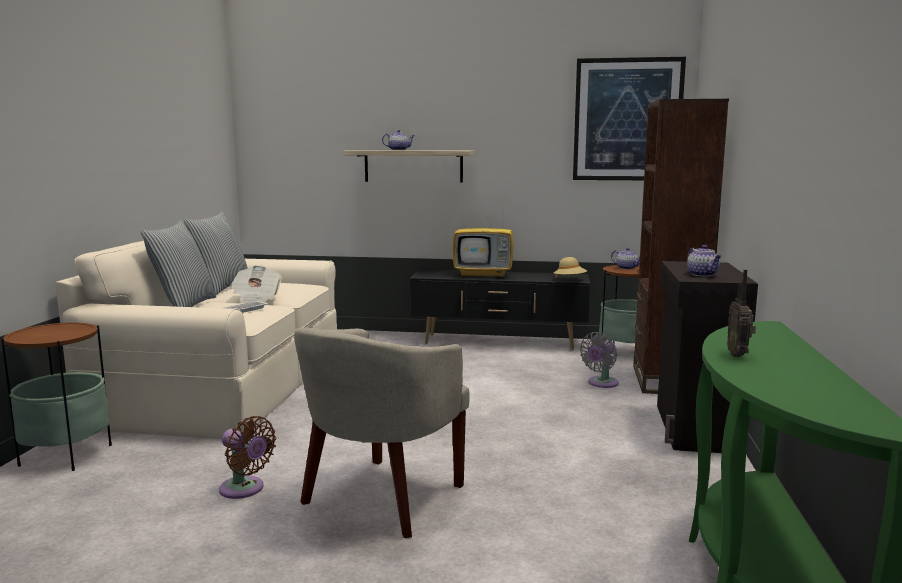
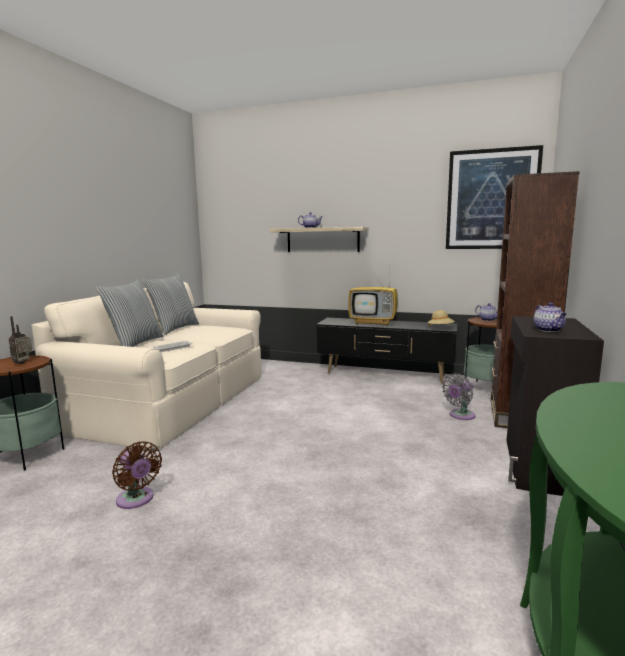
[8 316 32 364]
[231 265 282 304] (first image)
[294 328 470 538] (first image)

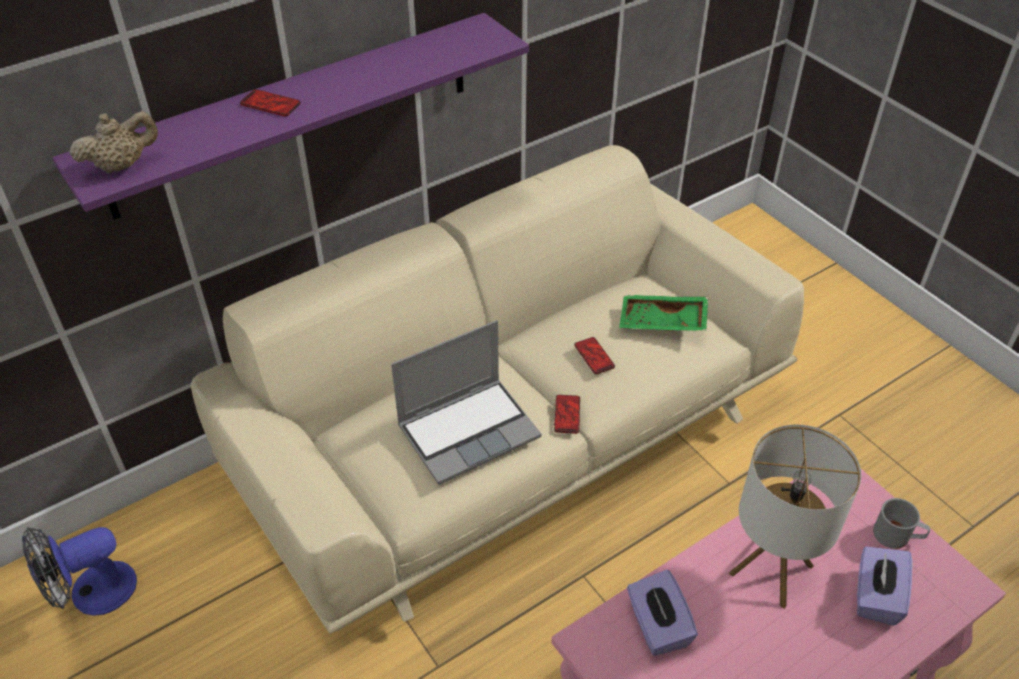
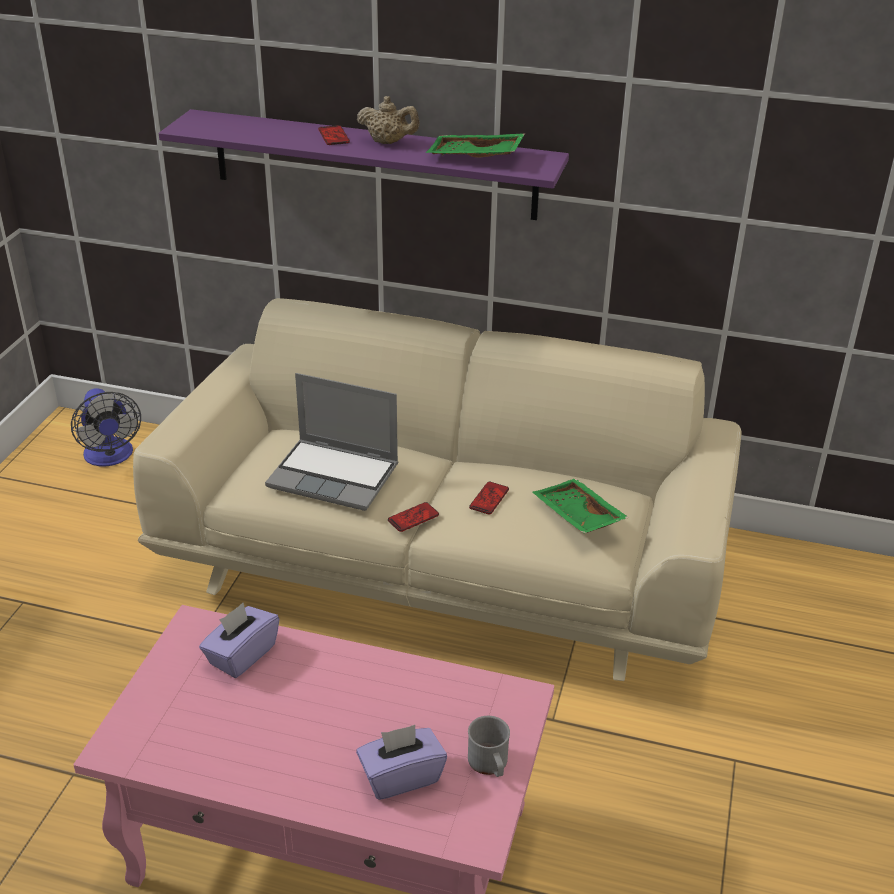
[71 388 141 467]
[357 96 420 144]
[426 133 525 158]
[729 425 861 609] (first image)

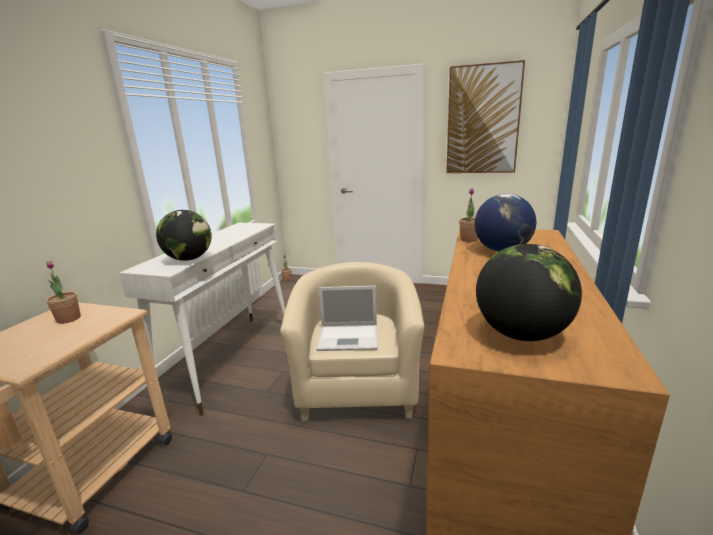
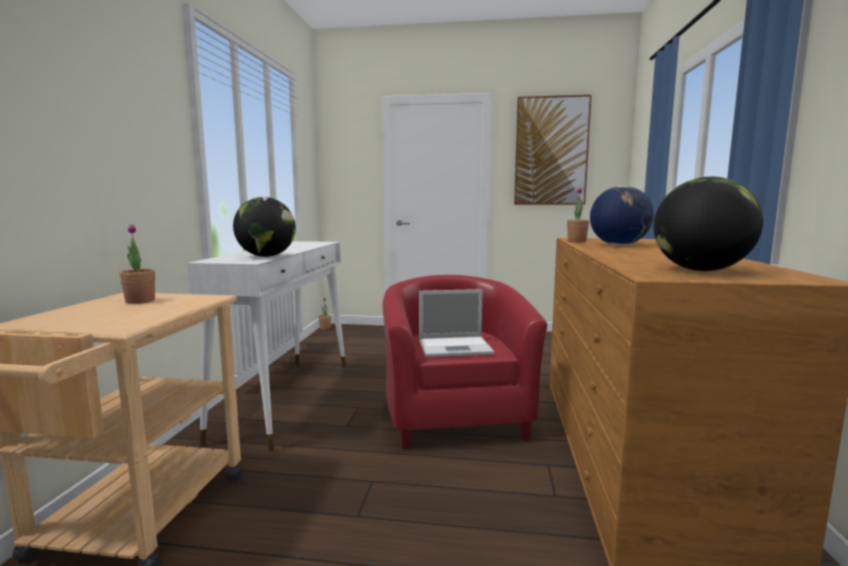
[383 275 547 449]

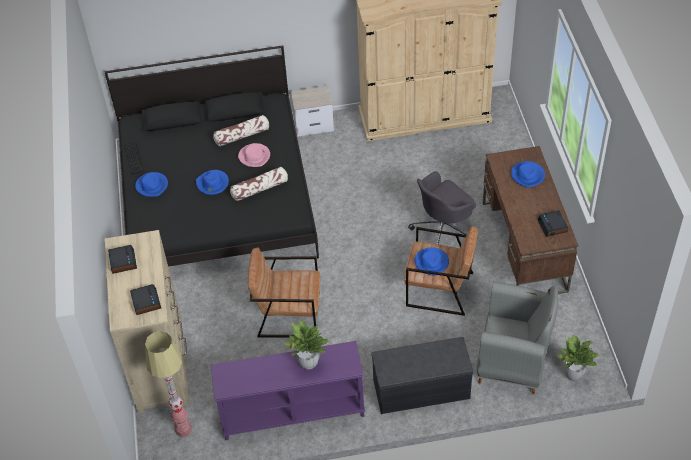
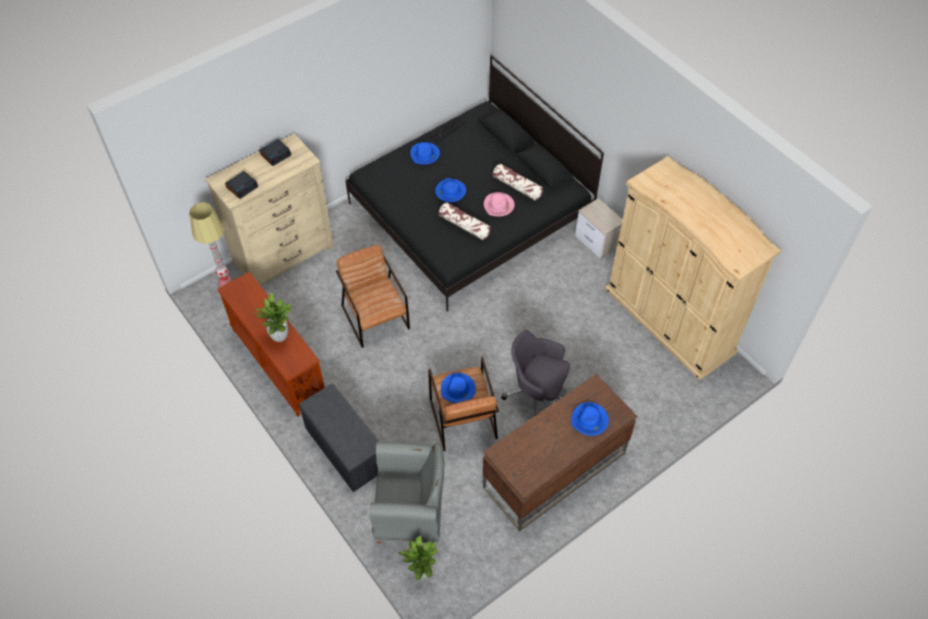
[217 272 325 417]
[370 442 444 543]
[538 210 568 237] (first image)

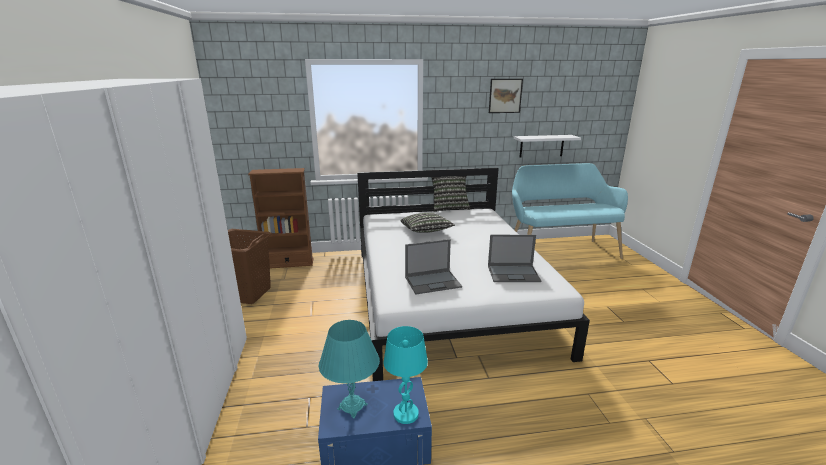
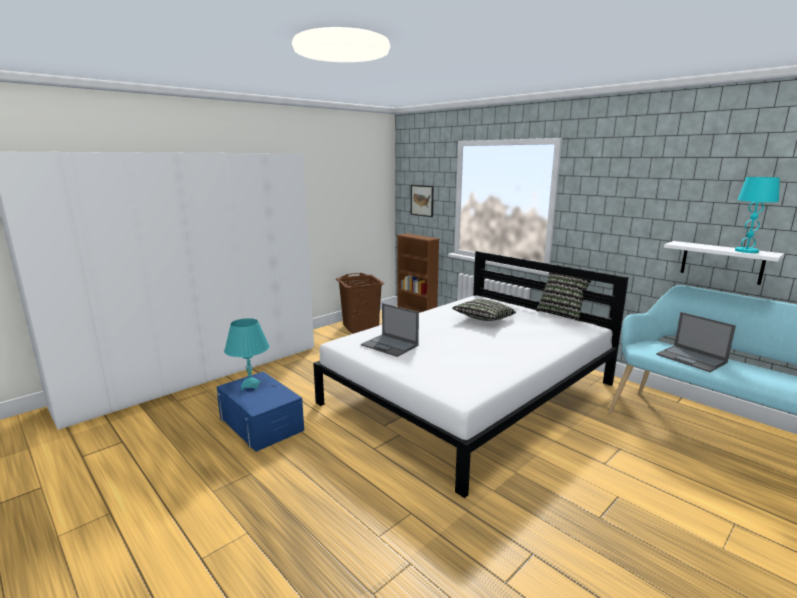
[411 185 434 217]
[656 312 736 372]
[735 177 780 253]

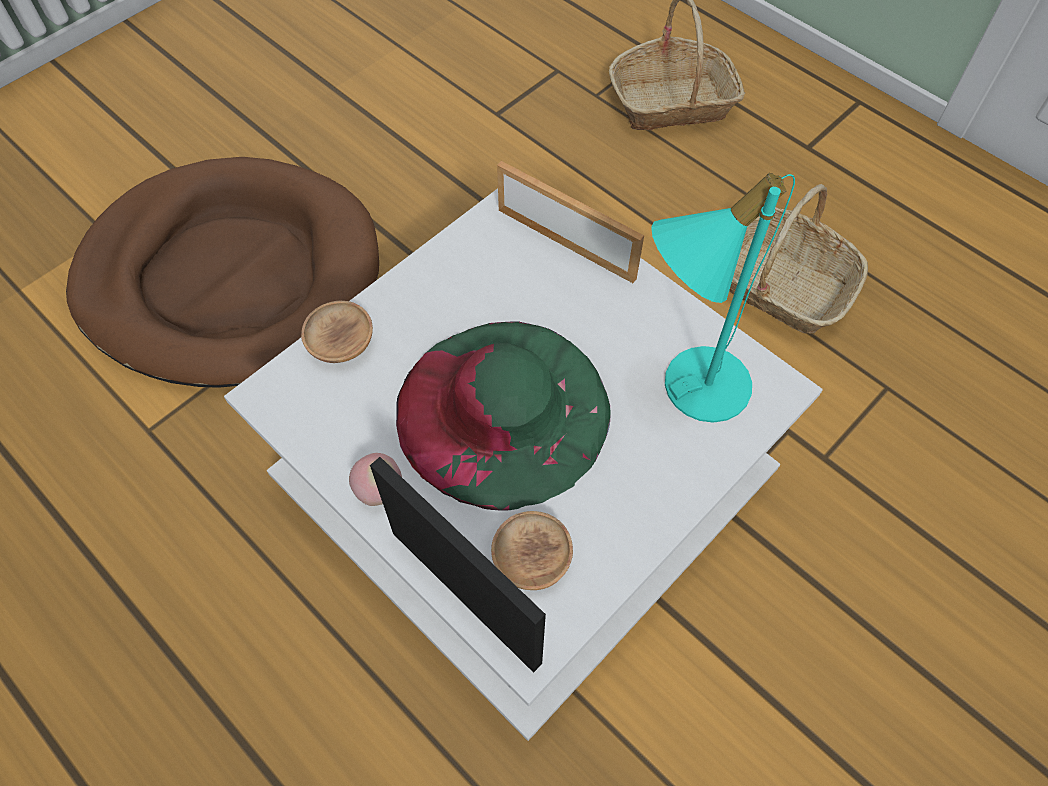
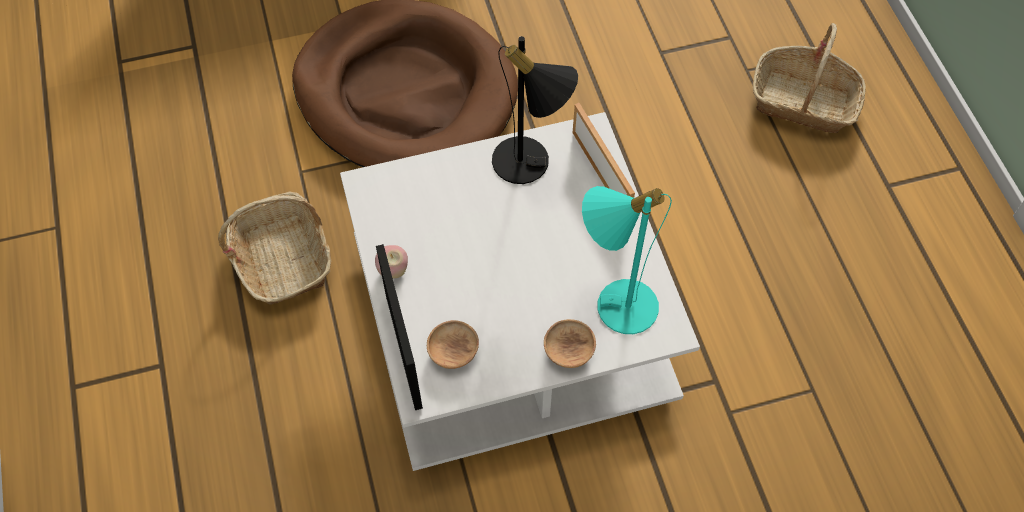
[218 191 331 305]
[492 36 578 184]
[544 319 596 368]
[396 322 611 511] (first image)

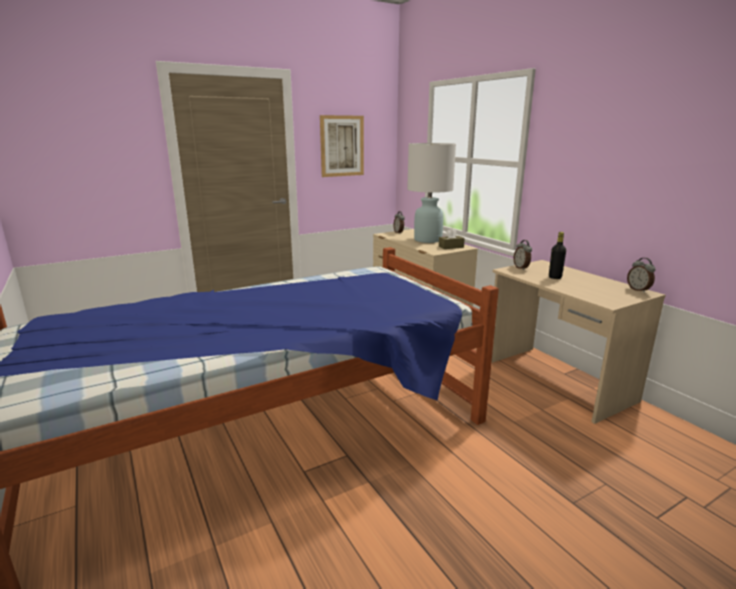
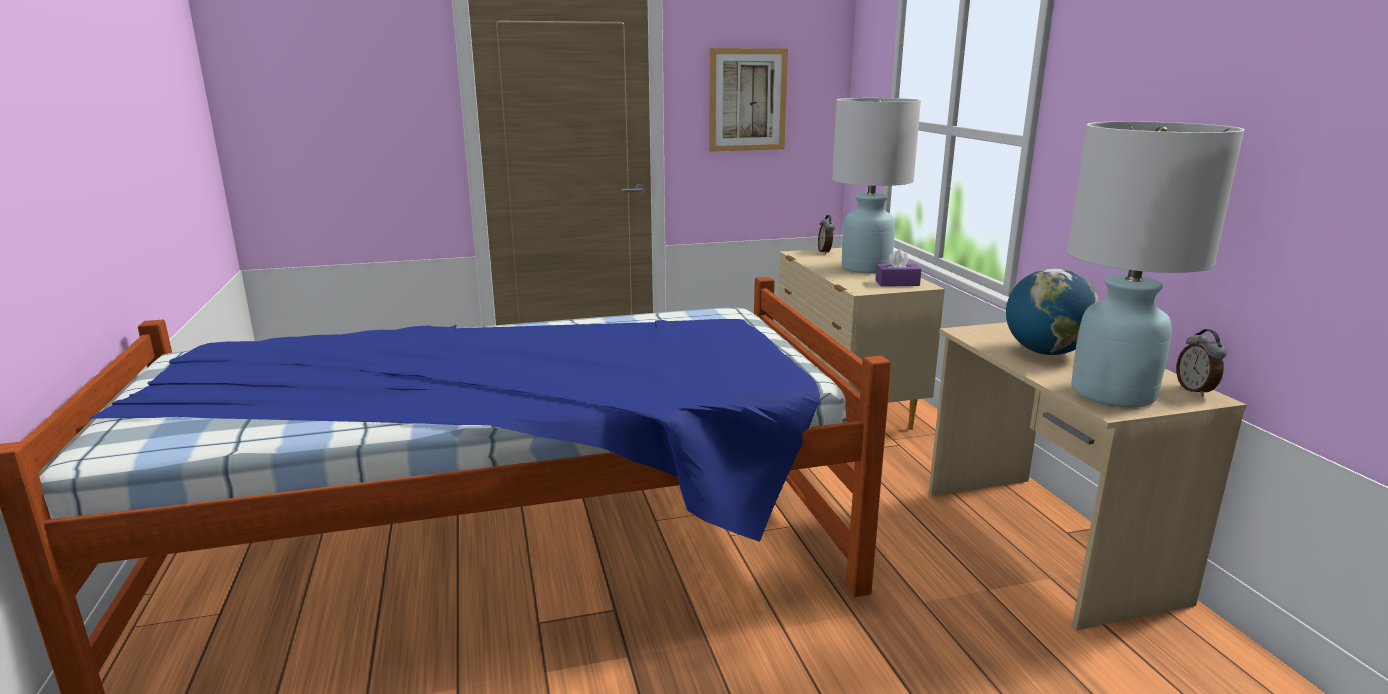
[875 250 922 286]
[1006 268 1099 355]
[1067 121 1245 407]
[513 240 532 270] (first image)

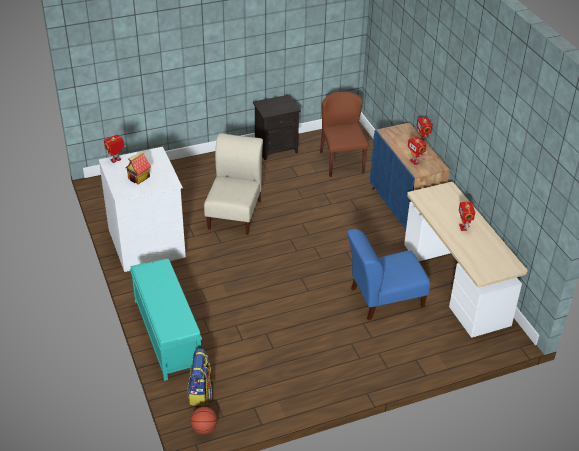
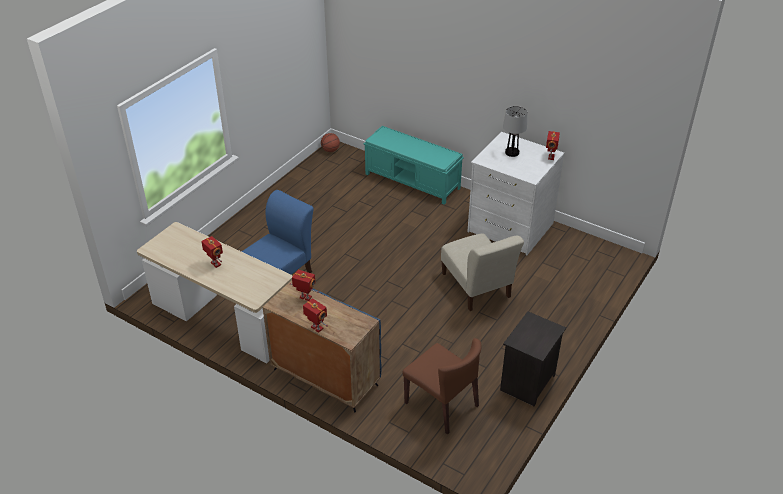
[503 106 527 157]
[187 349 214 406] (first image)

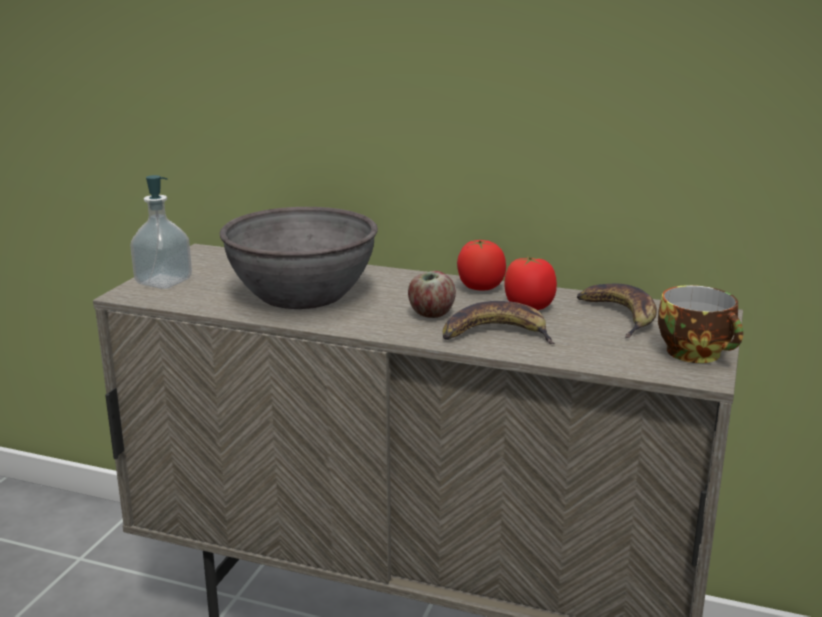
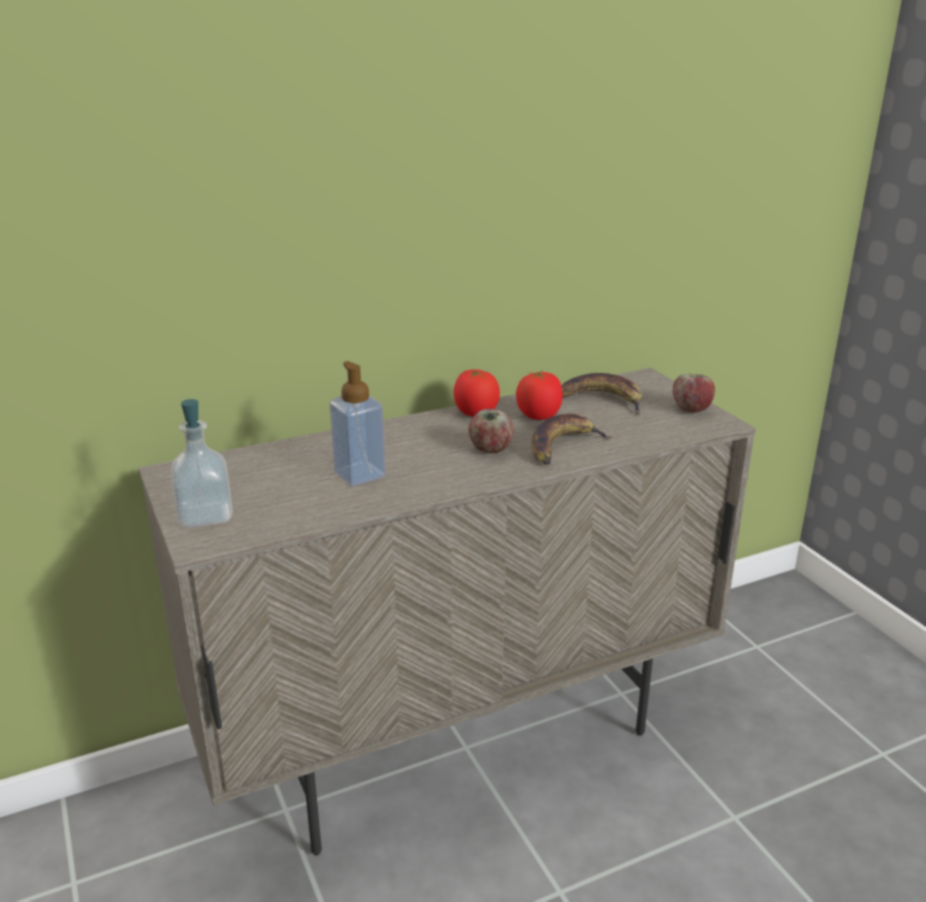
[329 361 385 486]
[673 374 715 413]

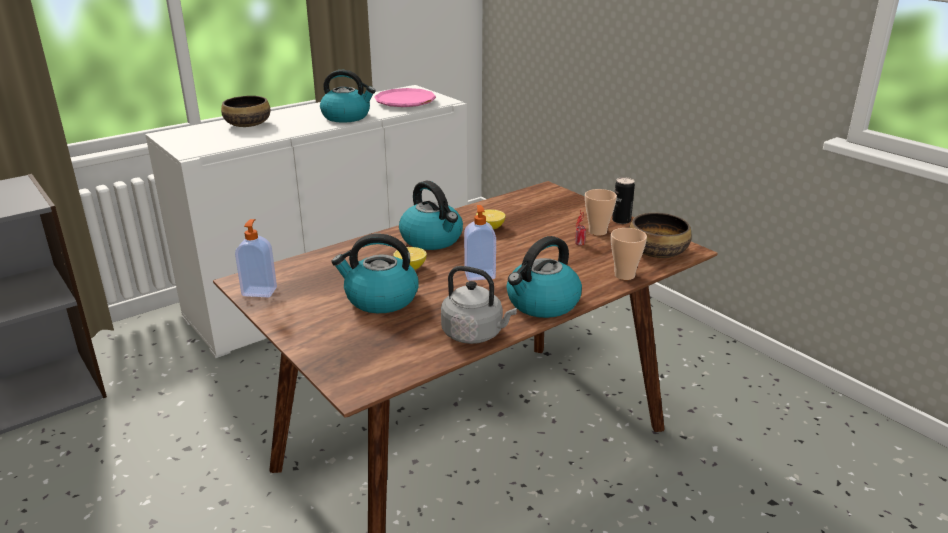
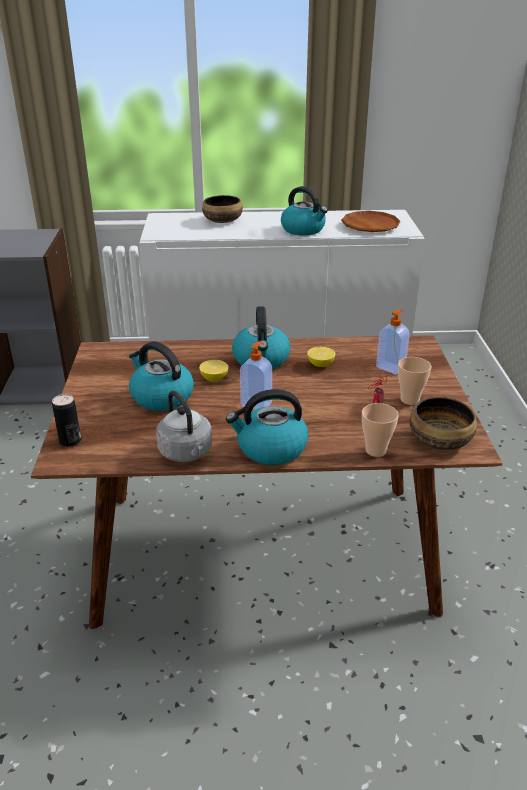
[52 394 81 447]
[341 211 400 232]
[376 309 410 375]

